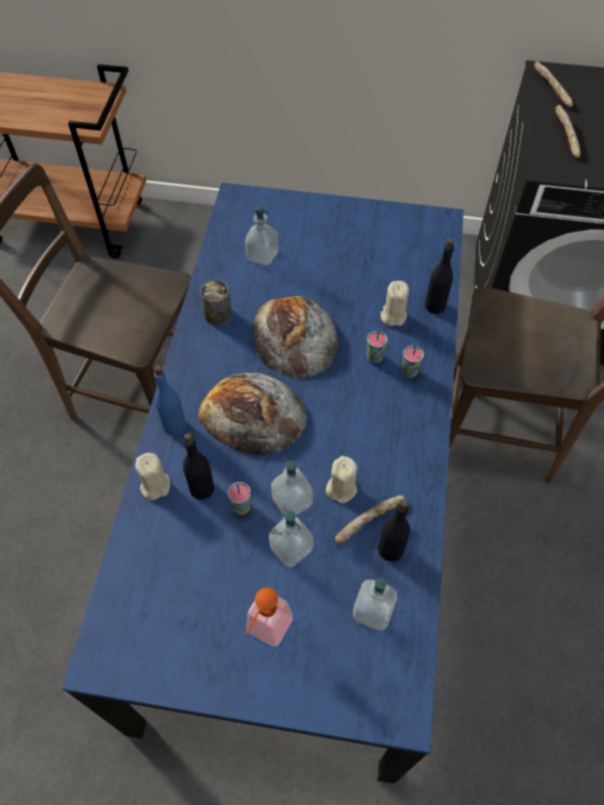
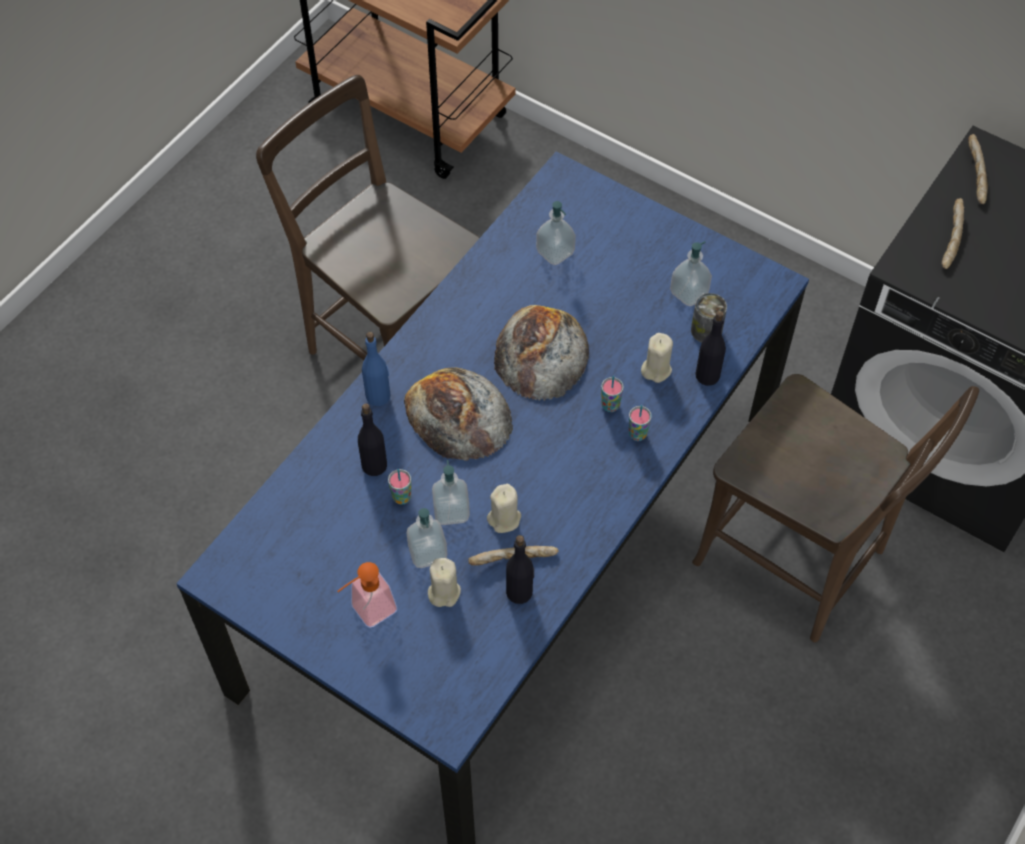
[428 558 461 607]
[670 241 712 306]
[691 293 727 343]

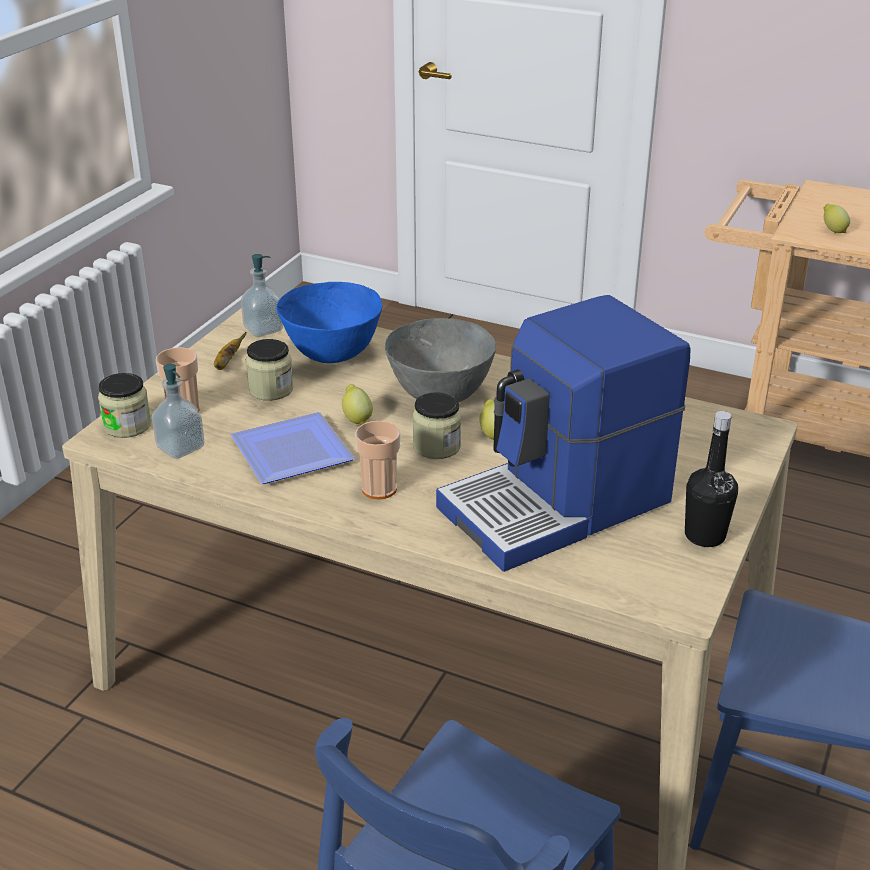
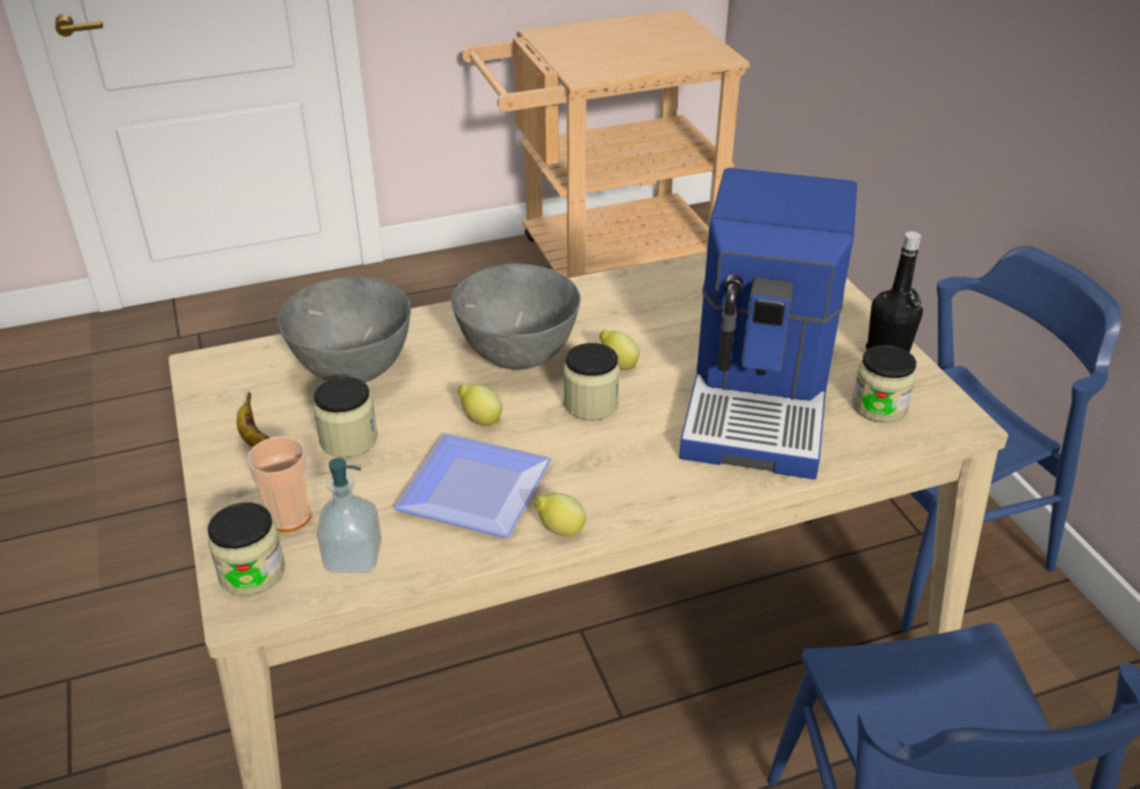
[277 277 411 383]
[534 493 586 536]
[852 345 916 423]
[241 254 283 337] (first image)
[355 421 400 499] (first image)

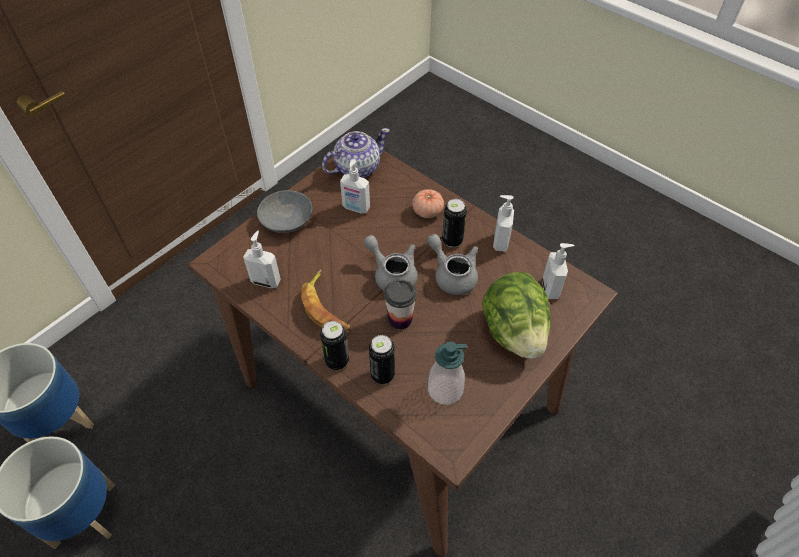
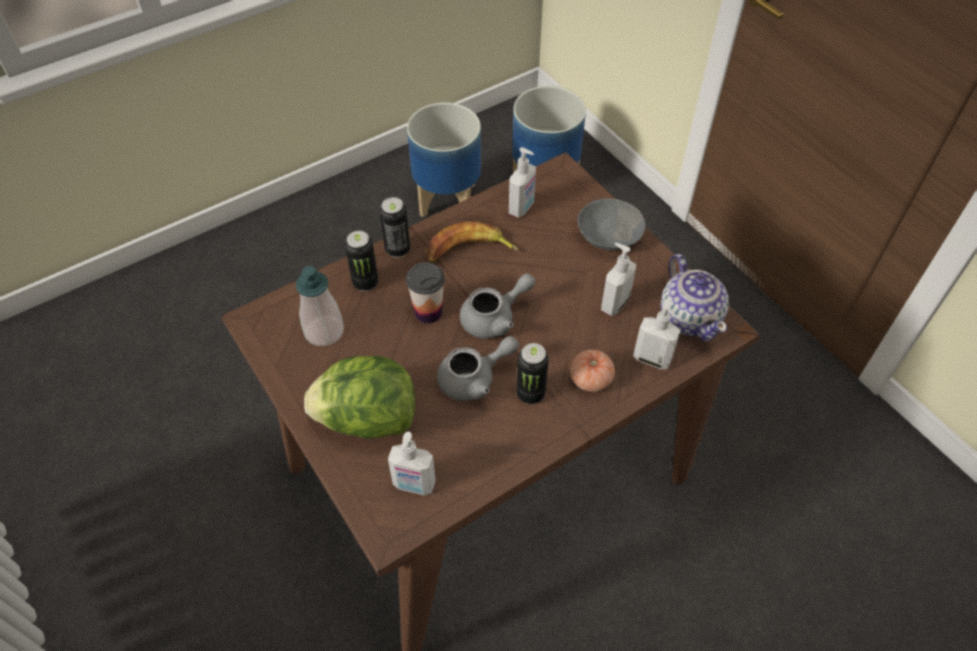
[633 297 681 369]

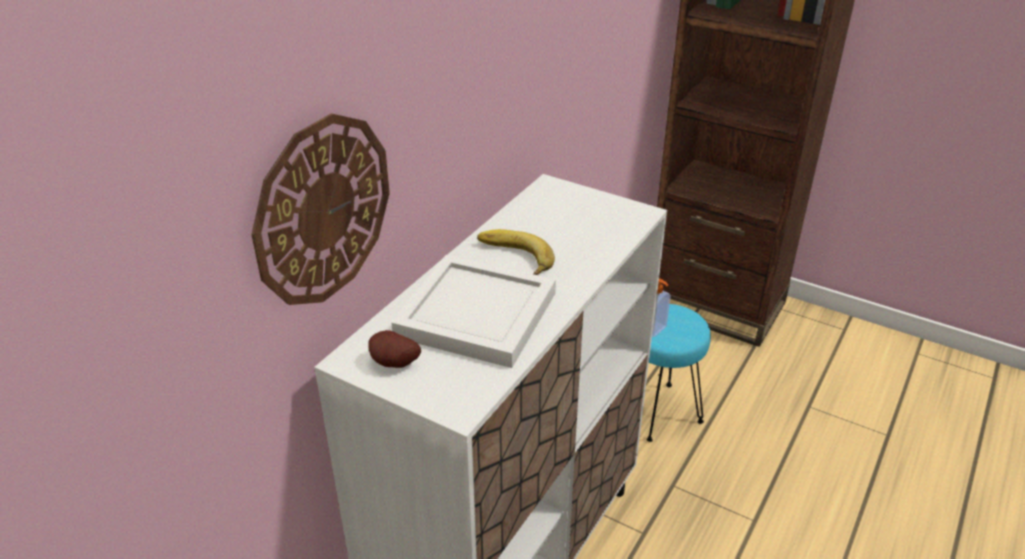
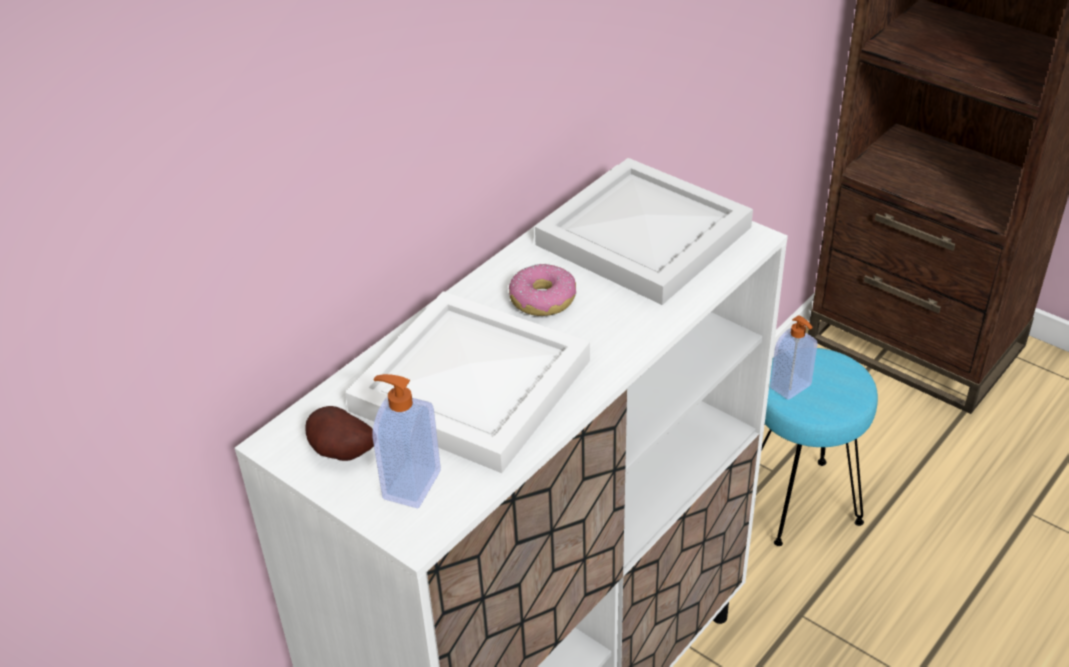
[373 374 441 509]
[509 264 576 316]
[535 158 753 305]
[251 113 390 305] (first image)

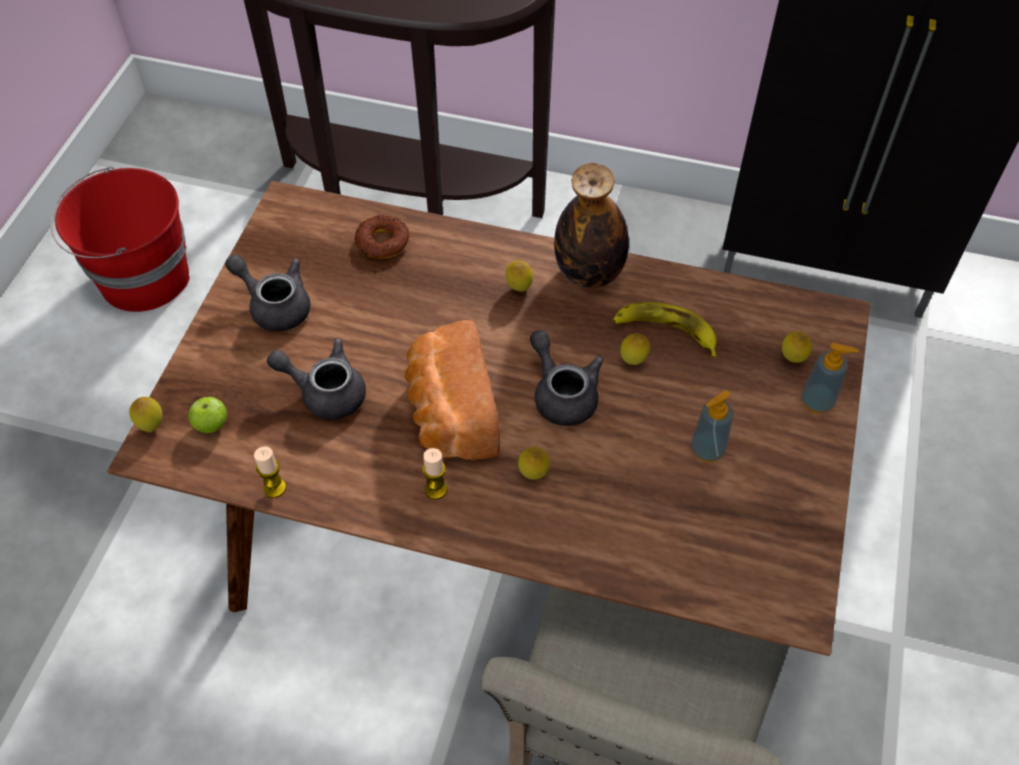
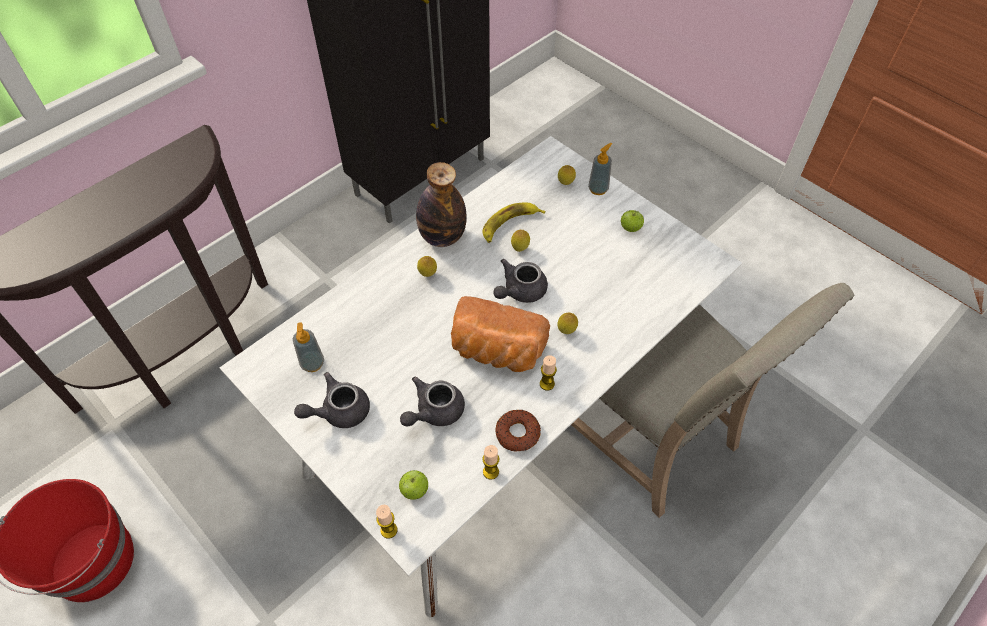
[220 136 742 617]
[293 322 324 372]
[376 505 397 539]
[493 259 548 303]
[496 410 541 452]
[621 210 644 232]

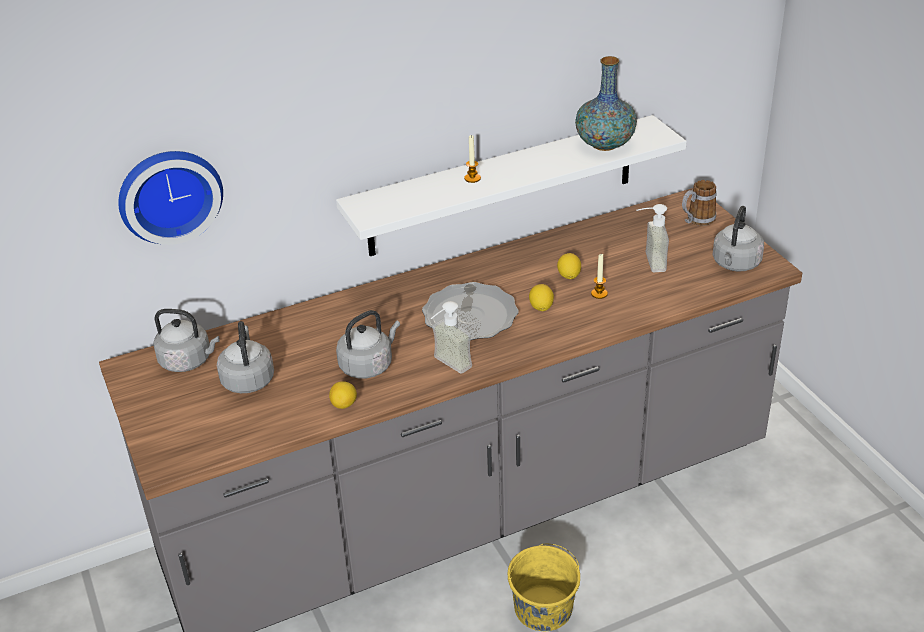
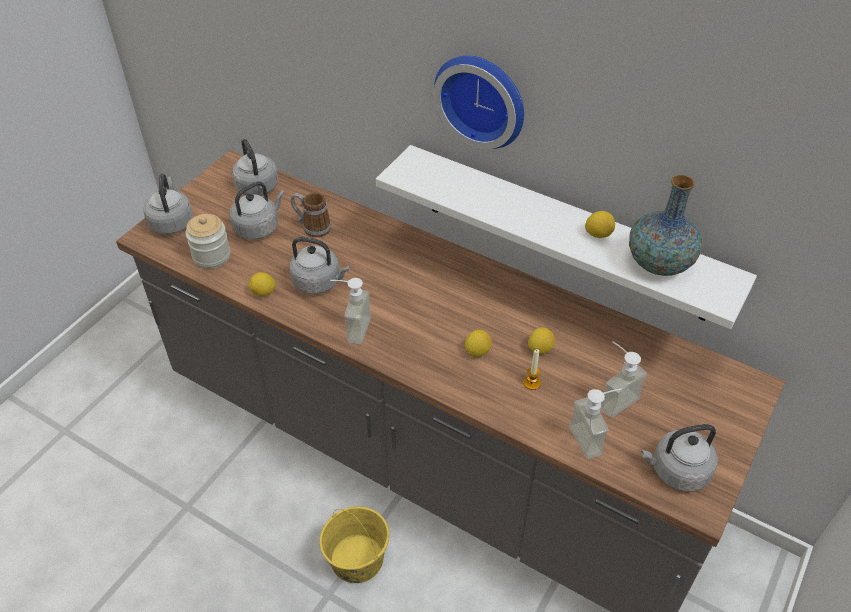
[143 174 193 235]
[185 214 231 269]
[291 193 331 237]
[434 56 524 149]
[569 388 622 459]
[585 211 615 238]
[422 282 519 340] (first image)
[464 135 481 183] (first image)

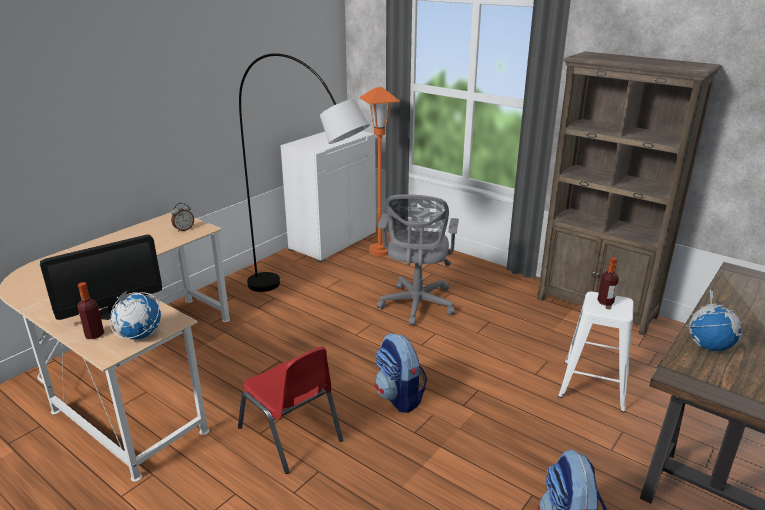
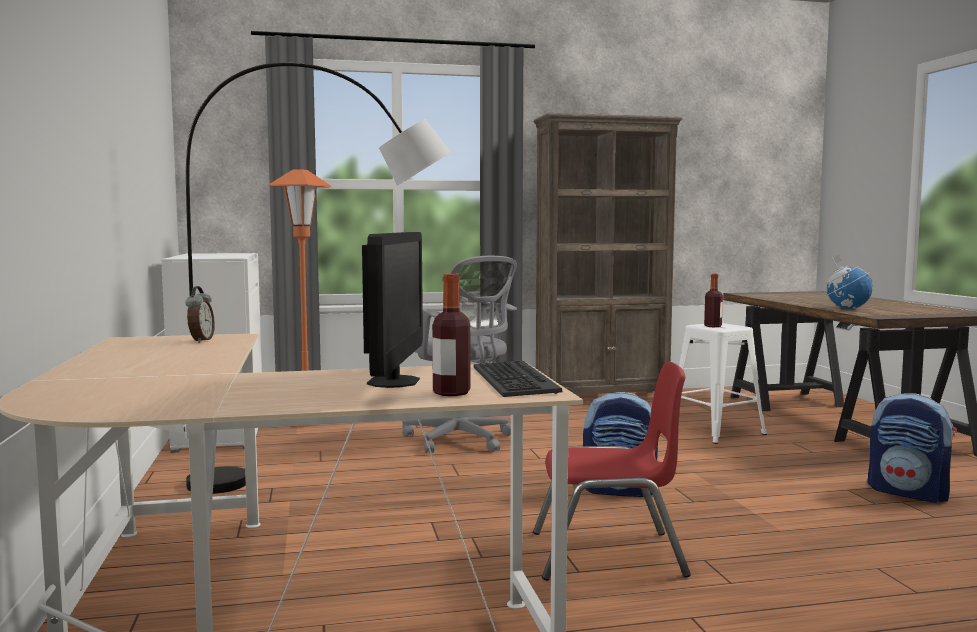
[474 360 562 397]

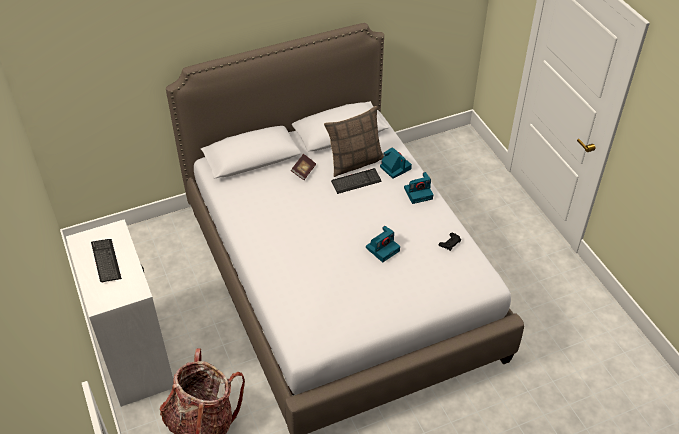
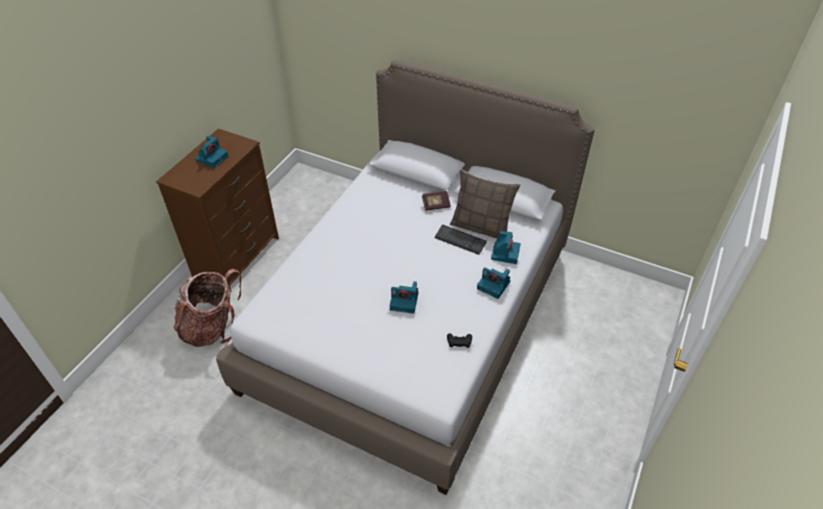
[156 129 279 293]
[195 136 228 168]

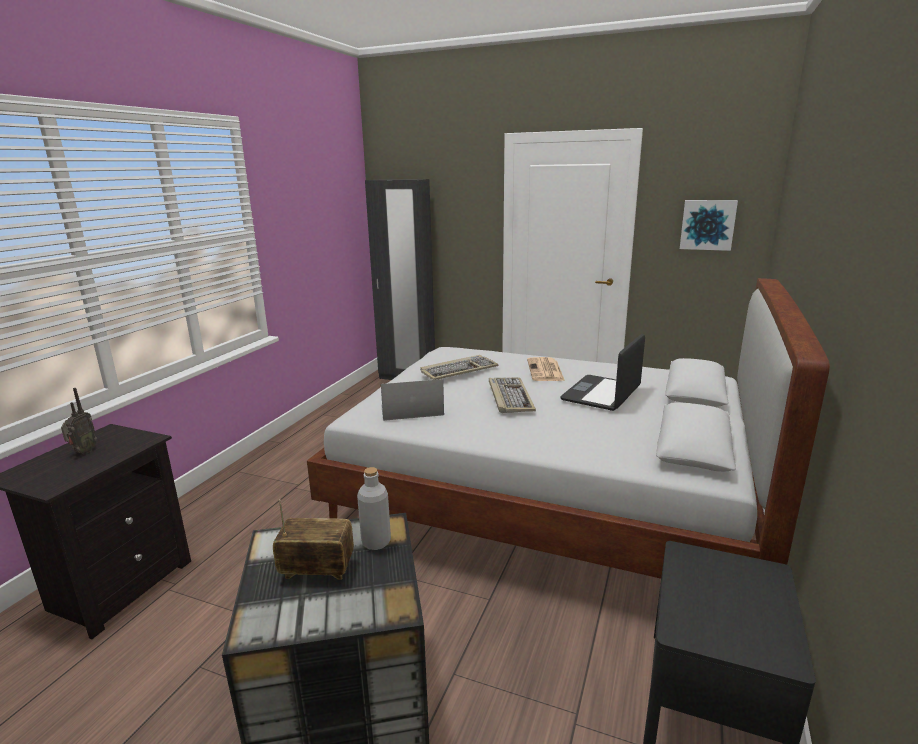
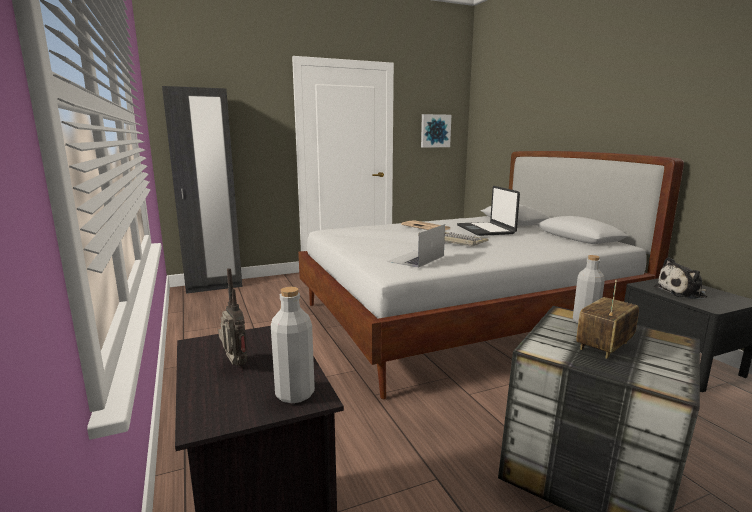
[271 287 315 403]
[654 257 707 299]
[420 355 498 380] (first image)

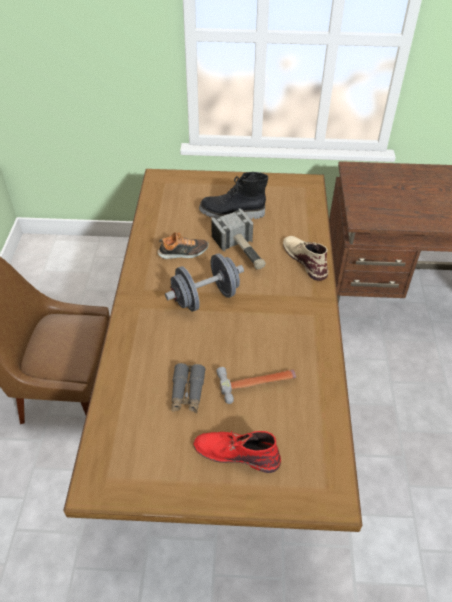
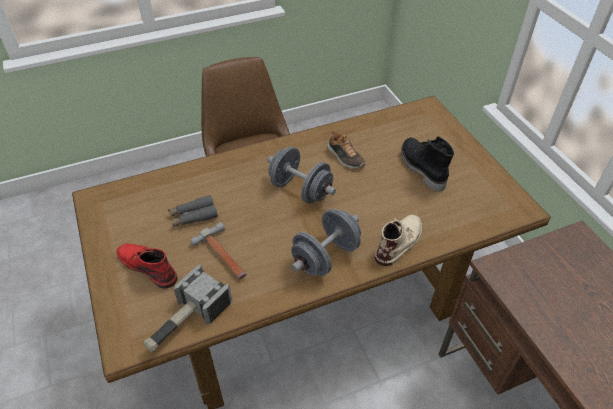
[117 244 177 289]
[143 265 232 352]
[291 209 361 276]

